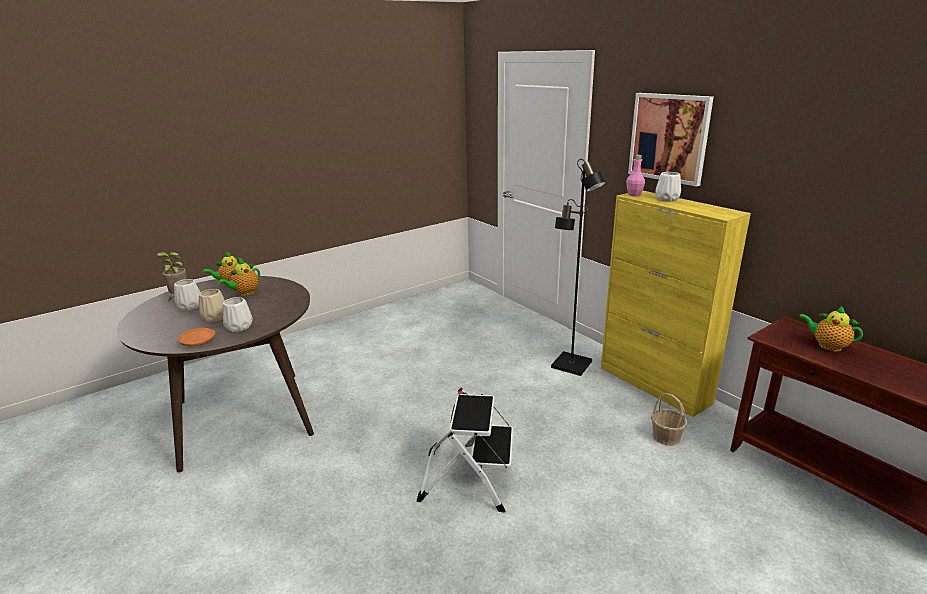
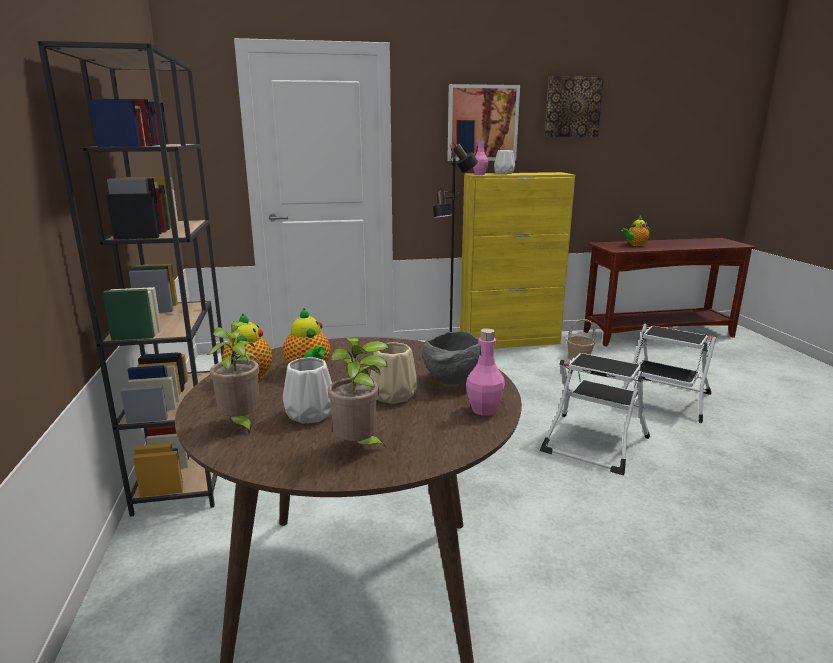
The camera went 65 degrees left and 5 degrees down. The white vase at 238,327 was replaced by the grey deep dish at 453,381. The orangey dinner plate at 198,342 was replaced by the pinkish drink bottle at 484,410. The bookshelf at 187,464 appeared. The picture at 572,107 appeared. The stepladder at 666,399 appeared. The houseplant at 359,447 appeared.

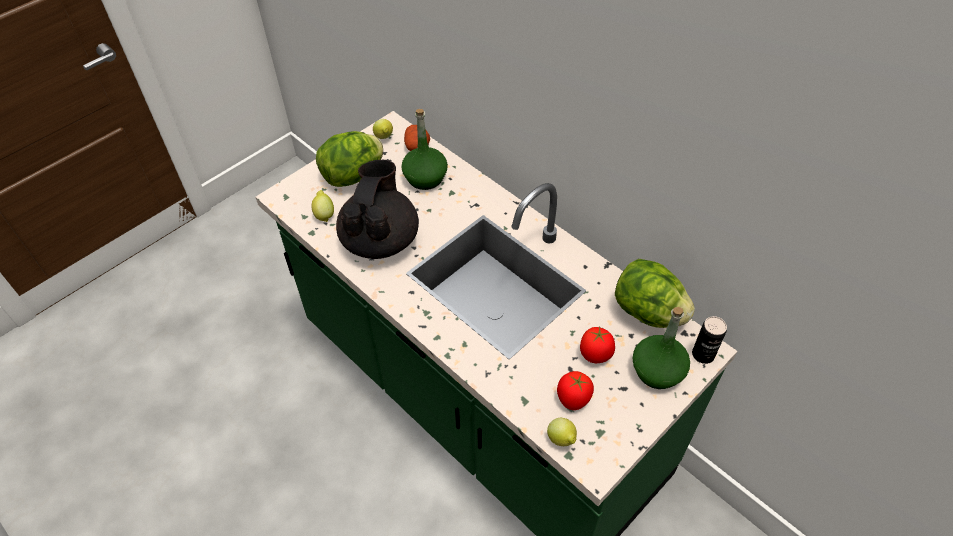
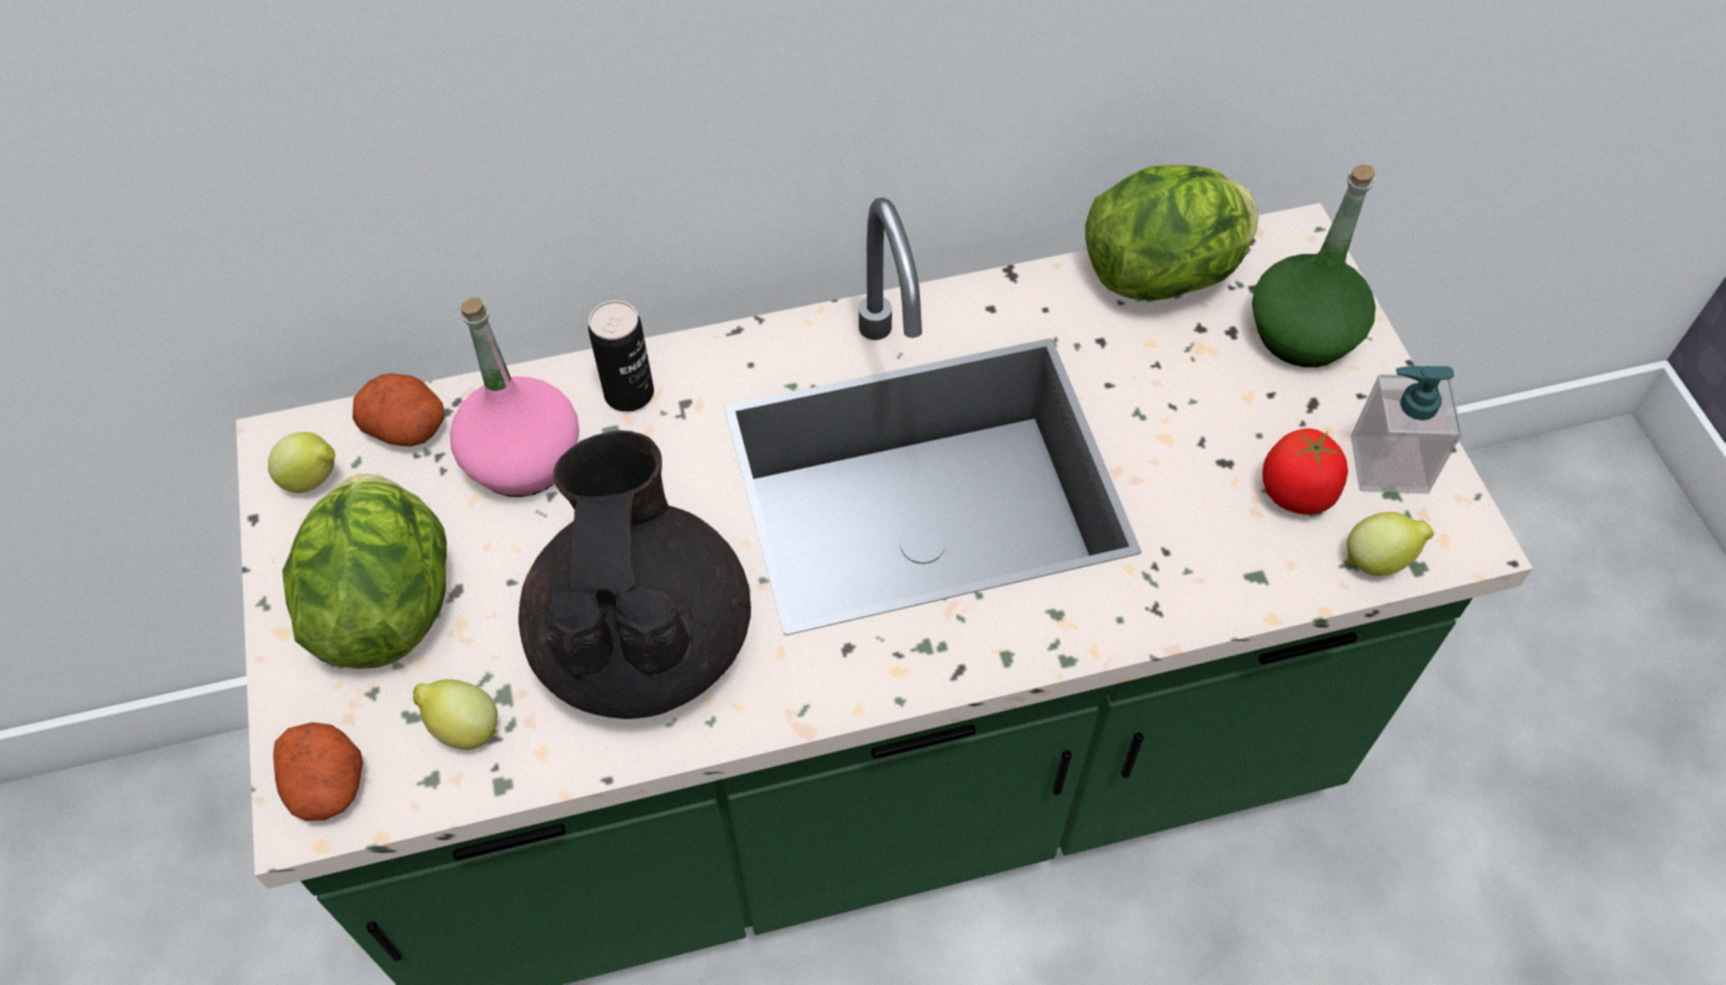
The camera went 60 degrees left and 5 degrees up. The green-coloured drink bottle at 425,178 became the pinkish drink bottle at 522,459. The black-coloured teapot at 380,239 turned 45 degrees clockwise. The can moved from 703,354 to 629,393. The tomato at 595,354 disappeared. The liquid soap bottle at 1388,464 appeared. The potato at 328,784 appeared.

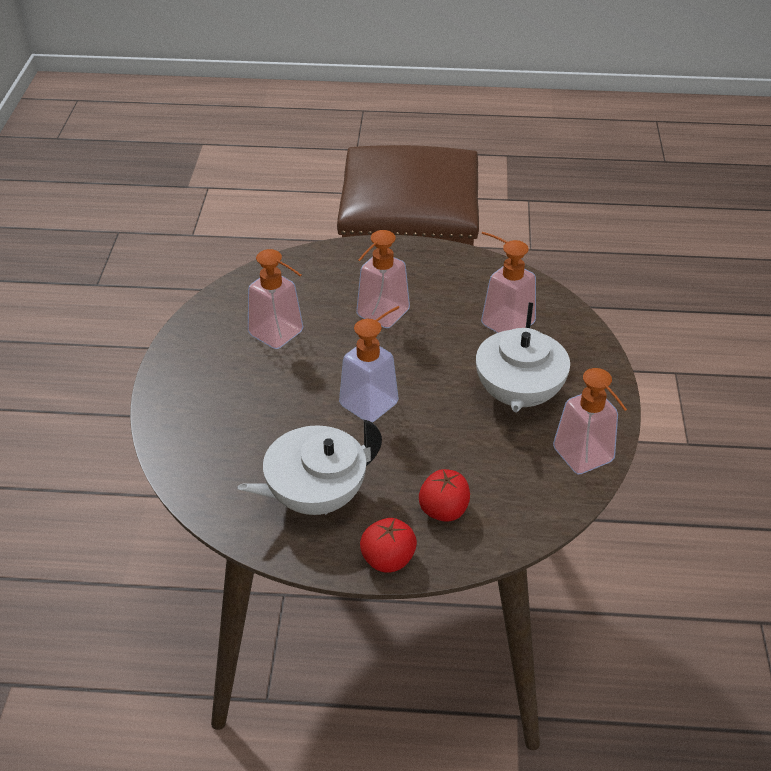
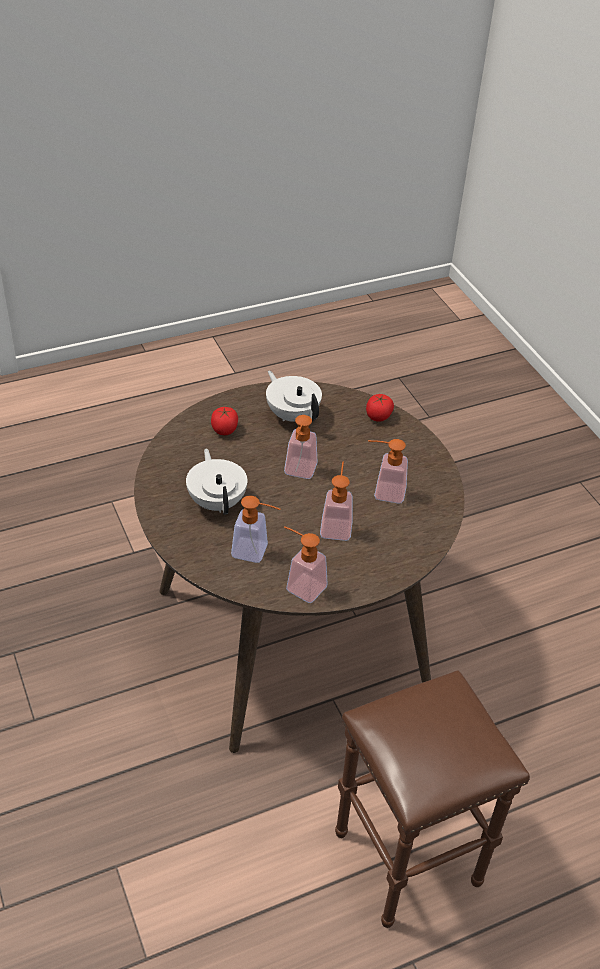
The camera went 150 degrees right and 0 degrees up. The liquid soap bottle moved from 589,461 to 300,585. The white teapot at 314,497 turned 75 degrees counterclockwise. The tomato moved from 388,558 to 378,416.

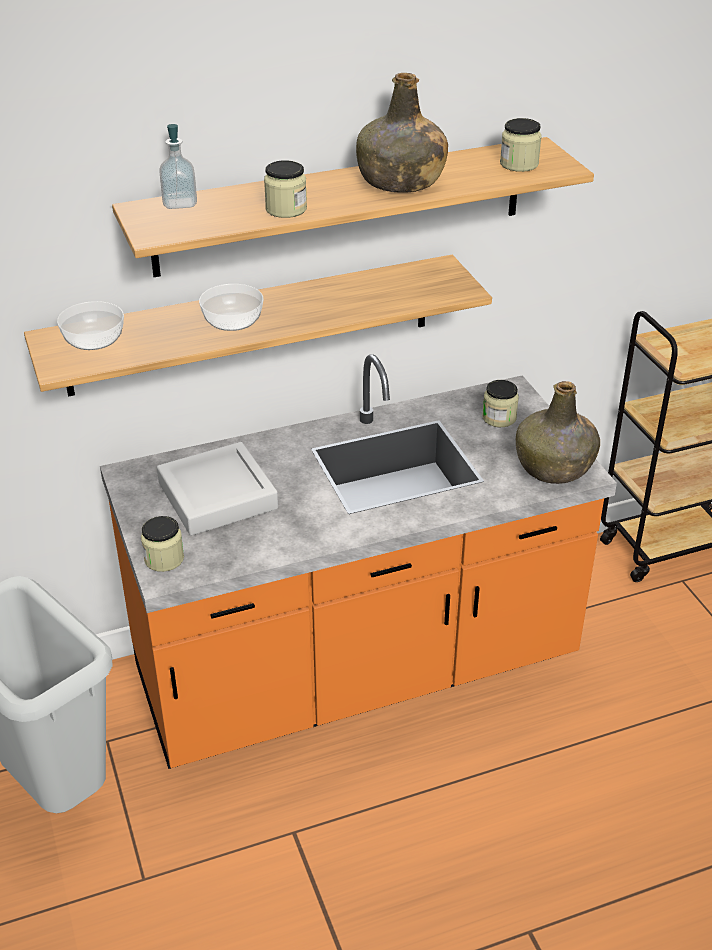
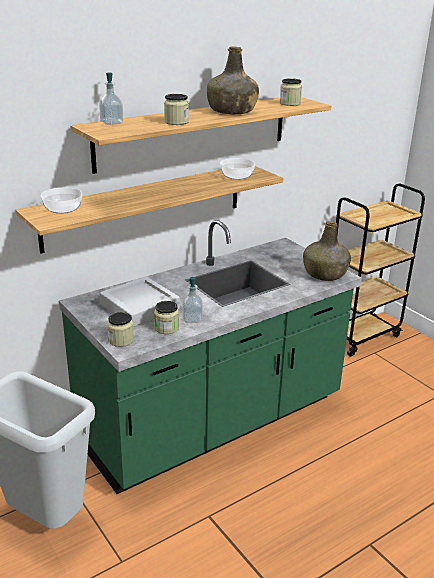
The camera went 15 degrees left and 10 degrees down. The deep dish moved from 232,320 to 236,176. The orangey kitchen counter at 356,670 became the green-coloured kitchen counter at 213,422. The storage jar moved from 499,418 to 166,328. The liquid soap bottle at 192,319 appeared.

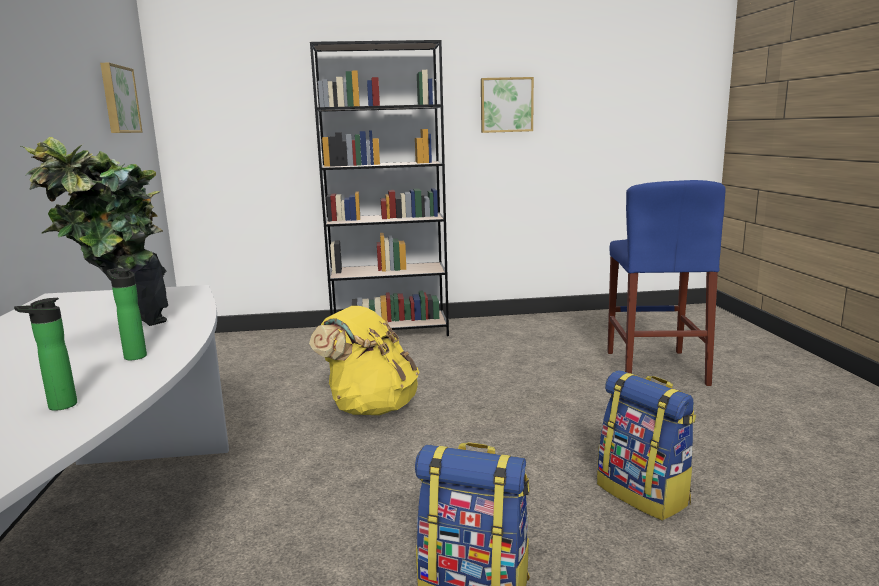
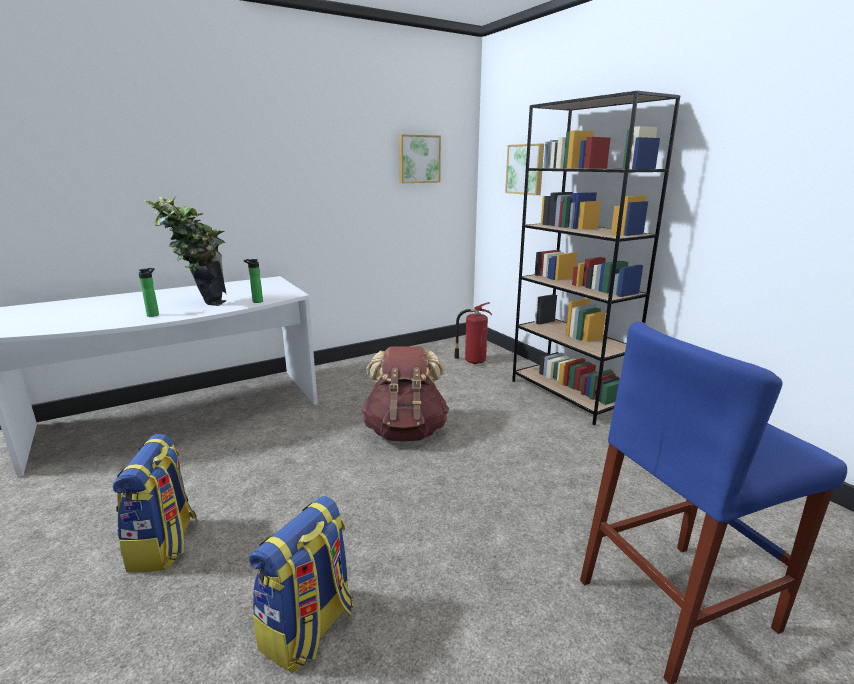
The camera went 65 degrees right and 5 degrees up. The picture moved from 506,105 to 526,169. The drink bottle moved from 58,407 to 256,301. The yellowish rucksack at 370,407 became the brown rucksack at 405,431. The fire extinguisher at 473,361 appeared.

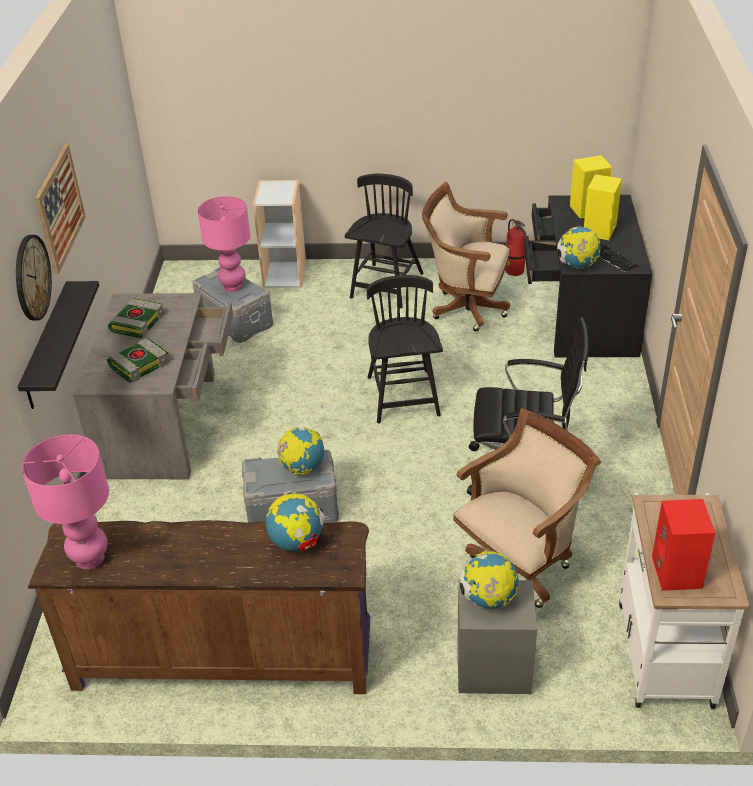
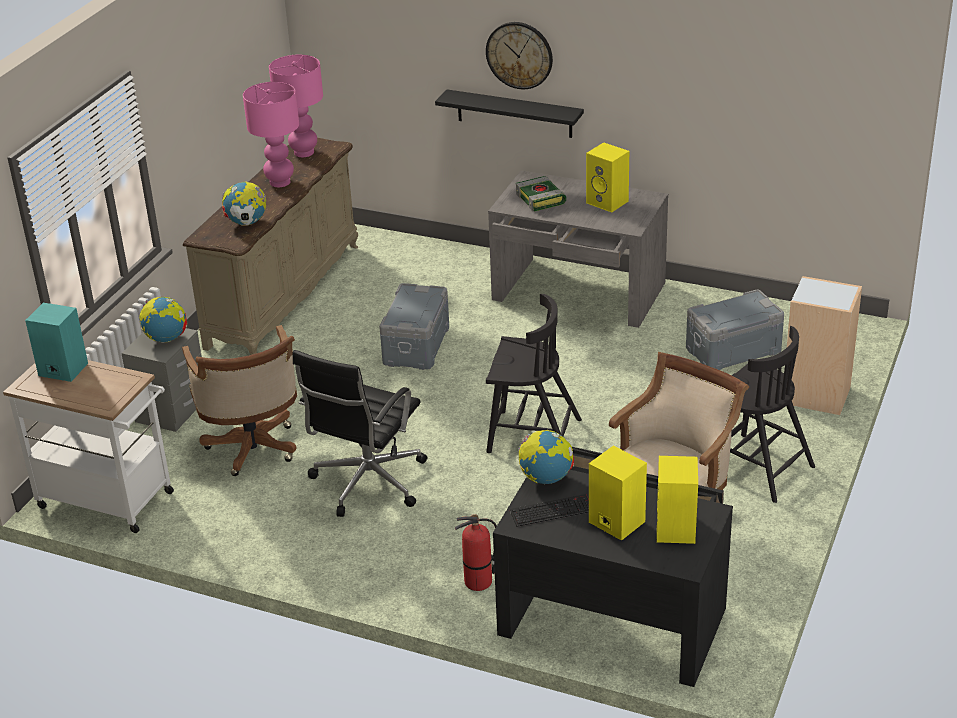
The camera went 110 degrees right and 5 degrees down. The picture at 60,208 disappeared. The pinkish tabletop lamp moved from 233,286 to 279,182. The fire extinguisher moved from 515,271 to 478,582. The volume at 137,323 was replaced by the yellowish audio speaker at 608,202. The desk globe at 302,468 disappeared. The reddish audio speaker at 678,573 became the turquoise-coloured audio speaker at 61,370. The purple storage cabinet at 223,658 became the beige-coloured storage cabinet at 286,296.

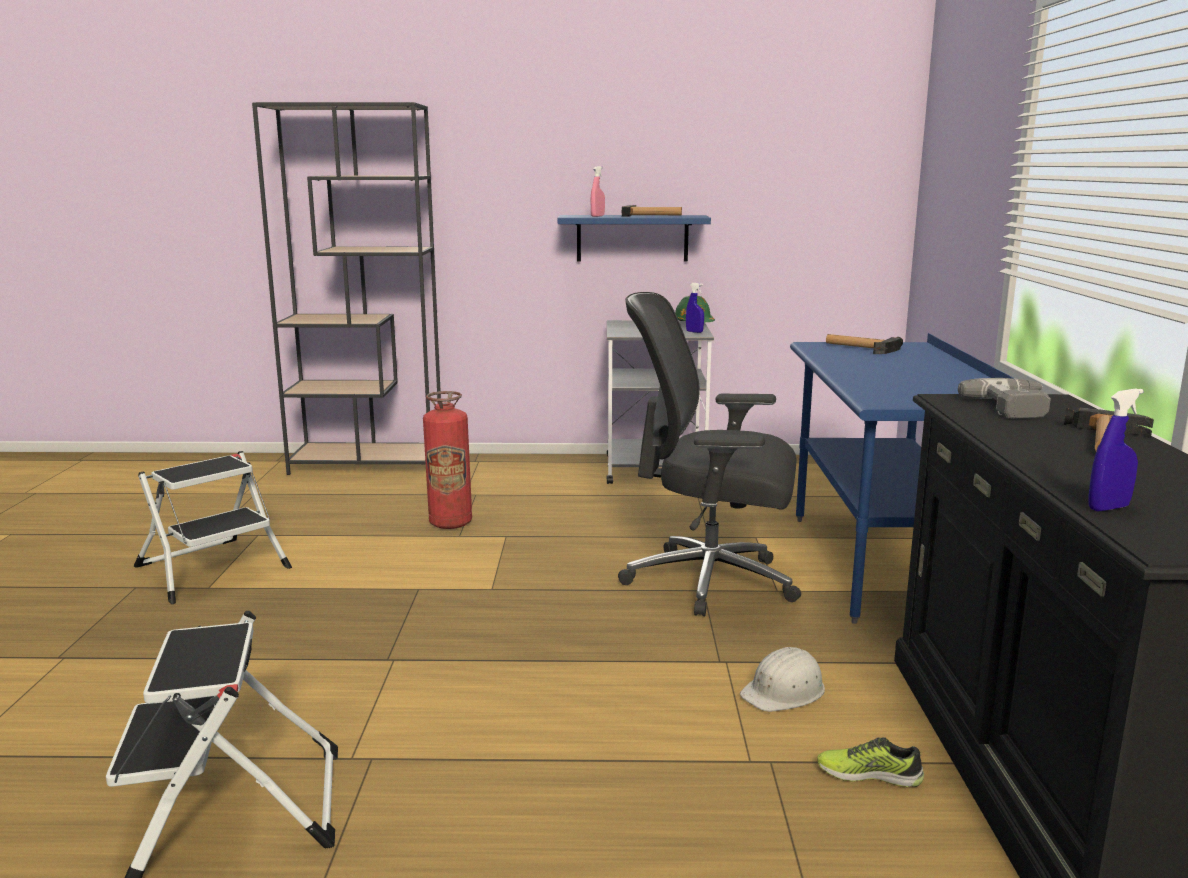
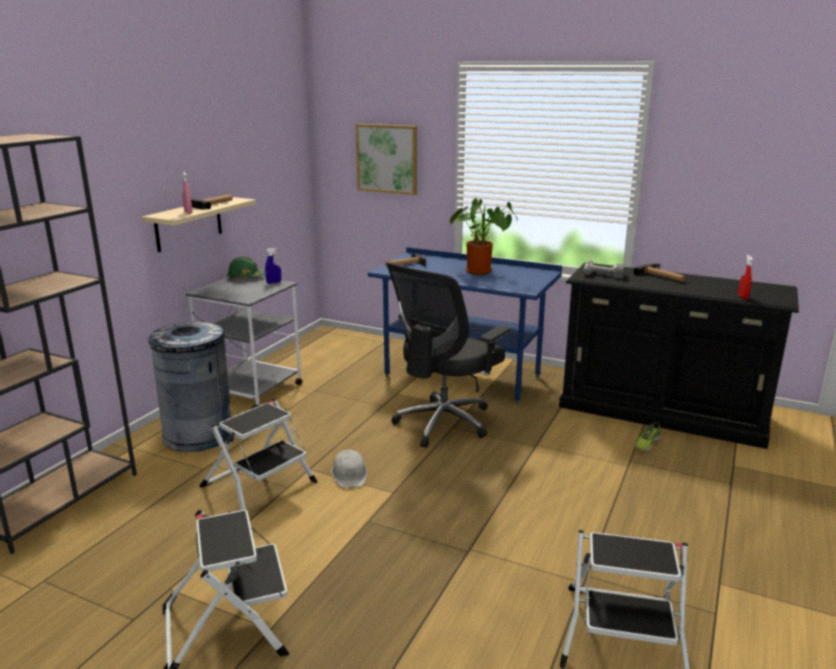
The camera went 65 degrees left and 5 degrees up. The bluish wall shelf at 632,238 became the beige-coloured wall shelf at 188,224. The bluish sprayer at 1108,508 became the reddish sprayer at 742,297. The fire extinguisher at 450,523 was replaced by the stepladder at 258,486. The white safety helmet moved from 784,691 to 349,474. The picture at 387,158 appeared. The houseplant at 482,272 appeared. The grey rubbish bin at 198,435 appeared.

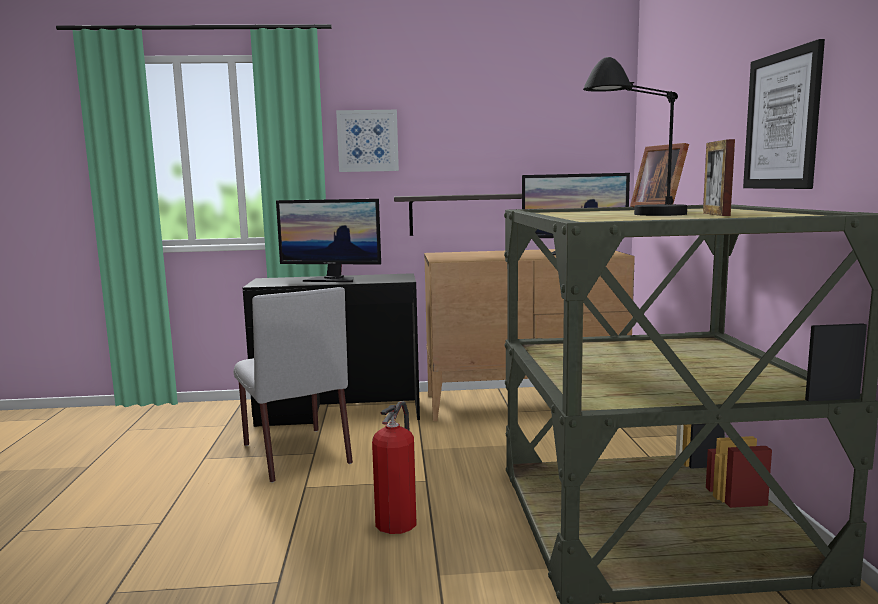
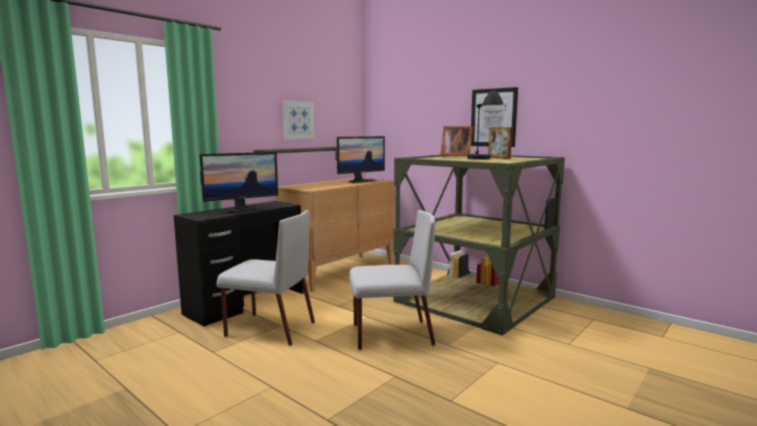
The camera went 45 degrees left and 0 degrees up. The picture moved from 367,141 to 298,120. The fire extinguisher at 396,520 was replaced by the grey plain chair at 391,335.

